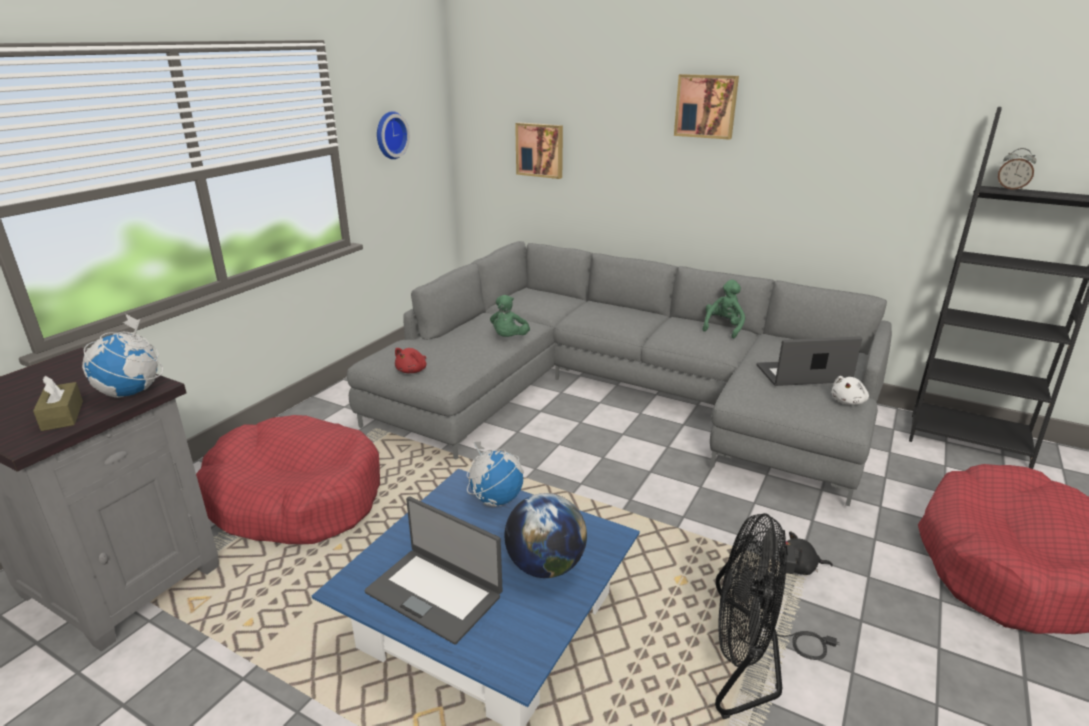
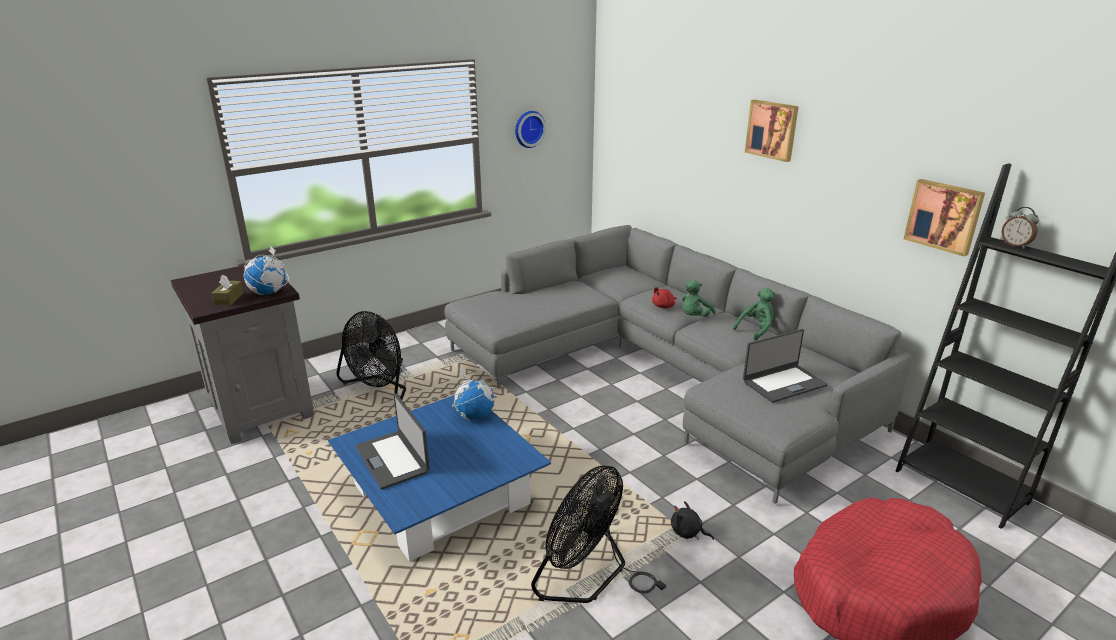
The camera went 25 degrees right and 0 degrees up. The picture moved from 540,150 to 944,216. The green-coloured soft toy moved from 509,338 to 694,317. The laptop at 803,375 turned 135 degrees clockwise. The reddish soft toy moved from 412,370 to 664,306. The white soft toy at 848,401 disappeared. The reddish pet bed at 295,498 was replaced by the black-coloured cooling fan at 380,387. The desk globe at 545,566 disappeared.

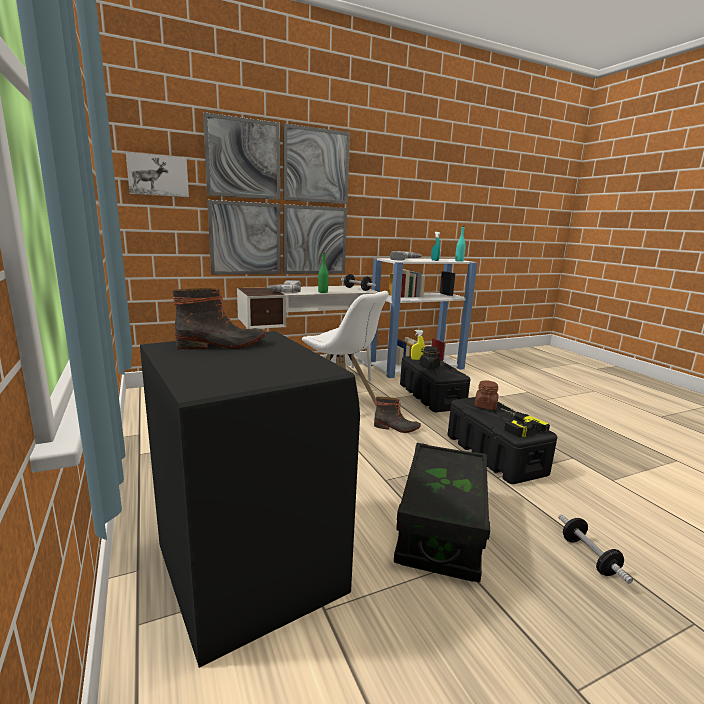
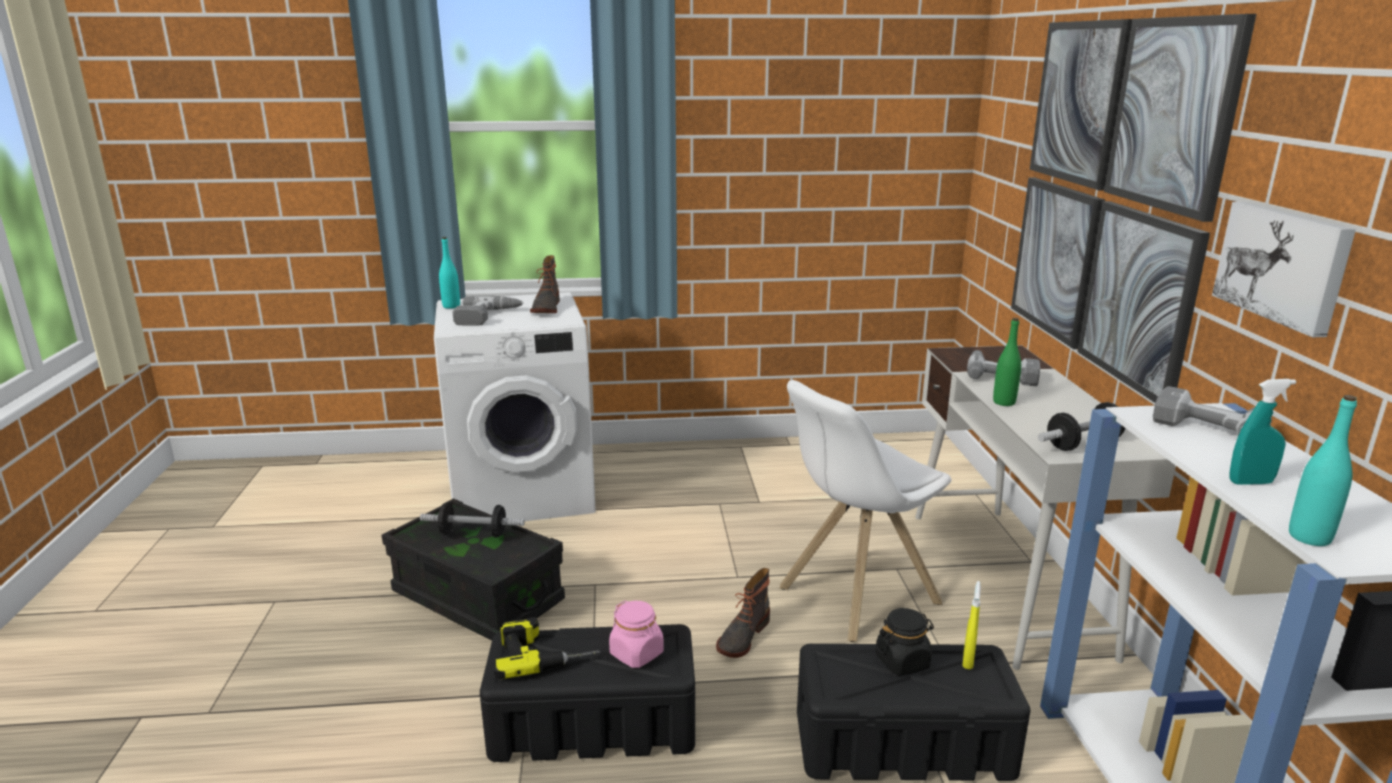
The camera went 110 degrees right and 5 degrees up. The picture moved from 158,175 to 1283,265. The black-coloured washing machine at 253,565 became the white washing machine at 523,493. The brown storage jar at 485,406 became the pinkish storage jar at 637,654. The free weight moved from 589,557 to 473,533. The turquoise-coloured drink bottle at 451,306 appeared. The drill at 488,317 appeared.

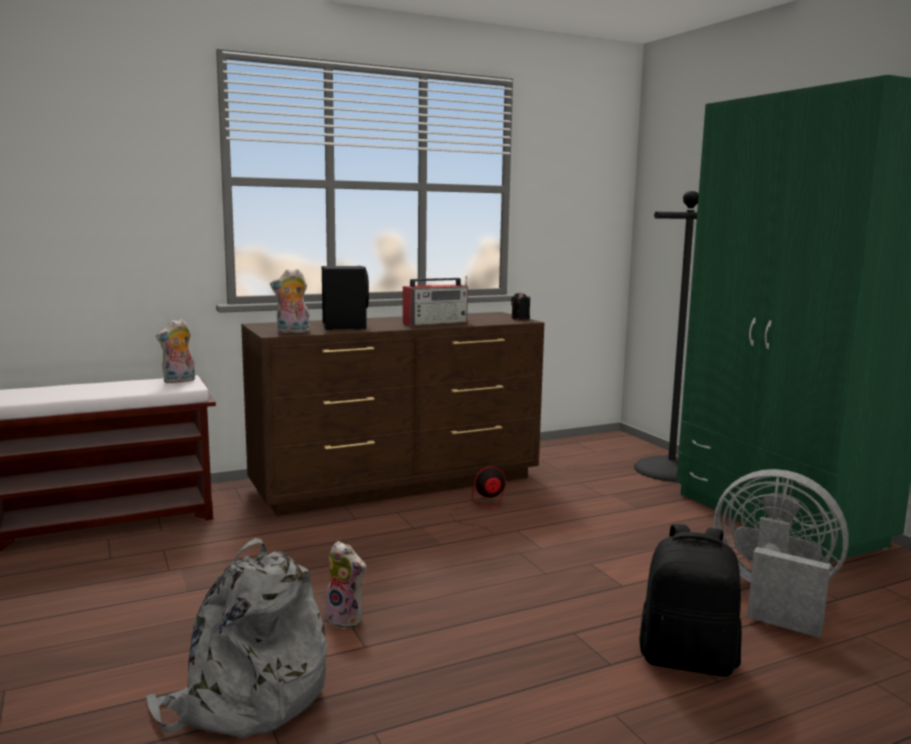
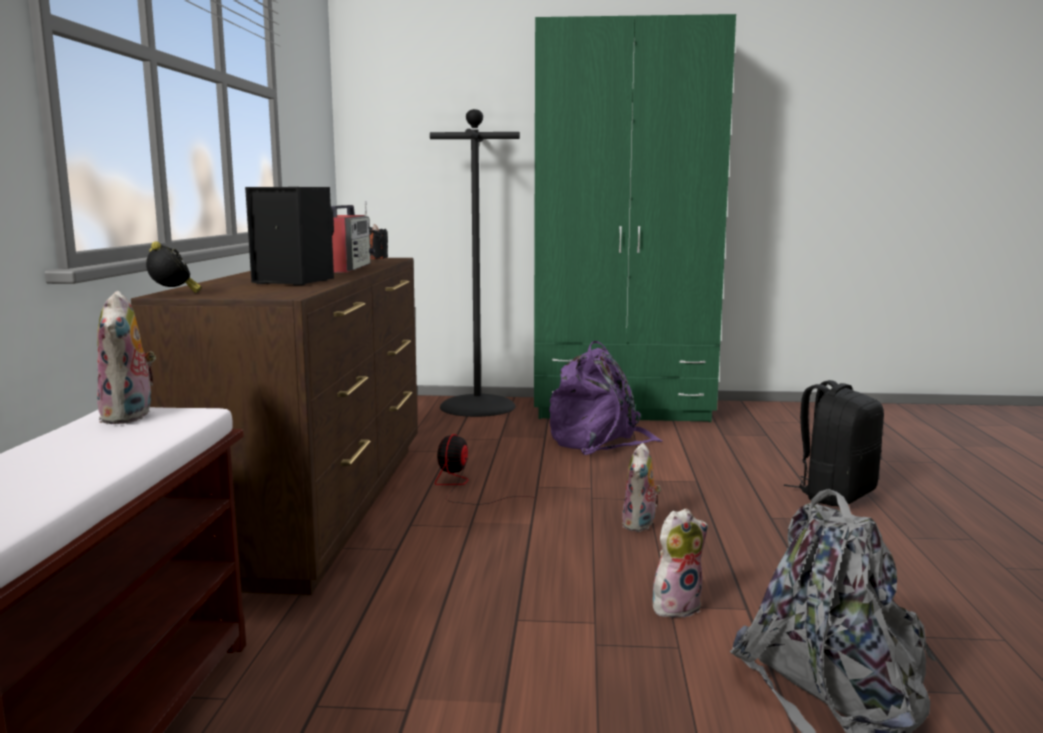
The camera went 60 degrees left and 0 degrees up. The soft toy moved from 292,332 to 640,525. The grey cooling fan at 773,597 disappeared. The table clock at 173,294 appeared. The purple rucksack at 600,441 appeared.

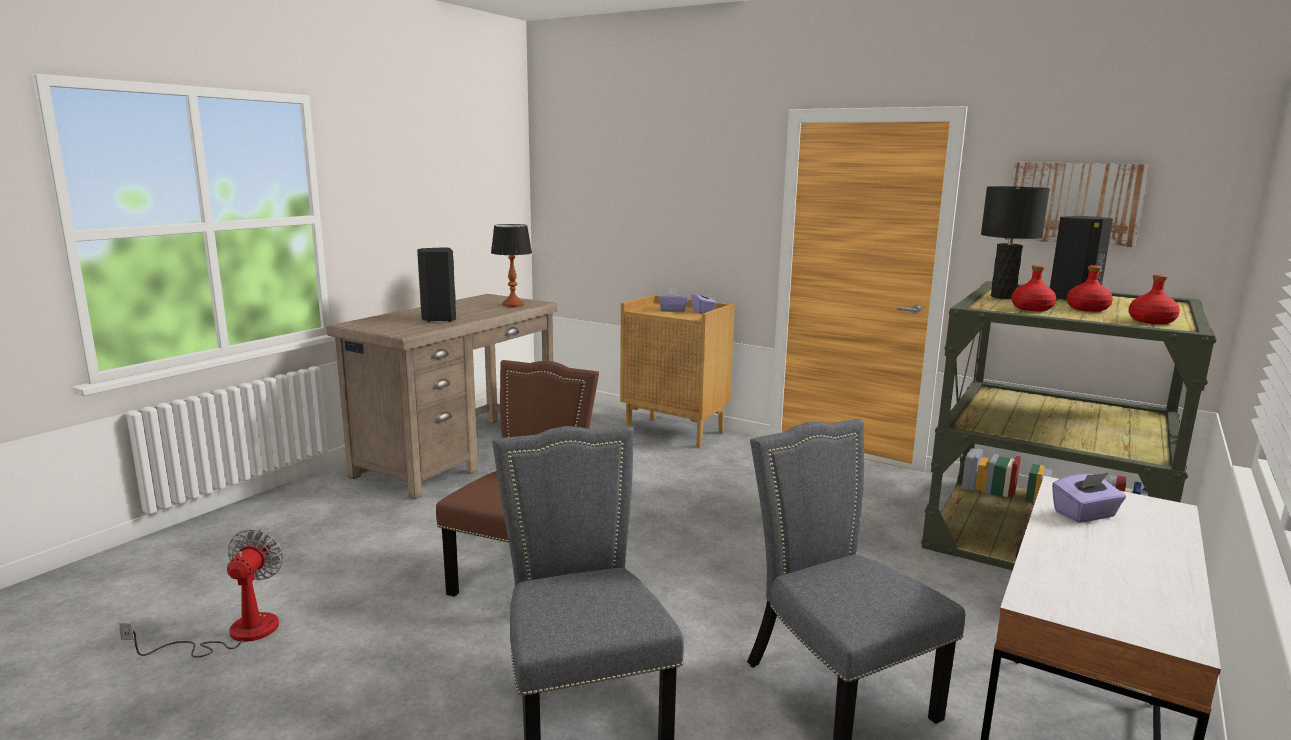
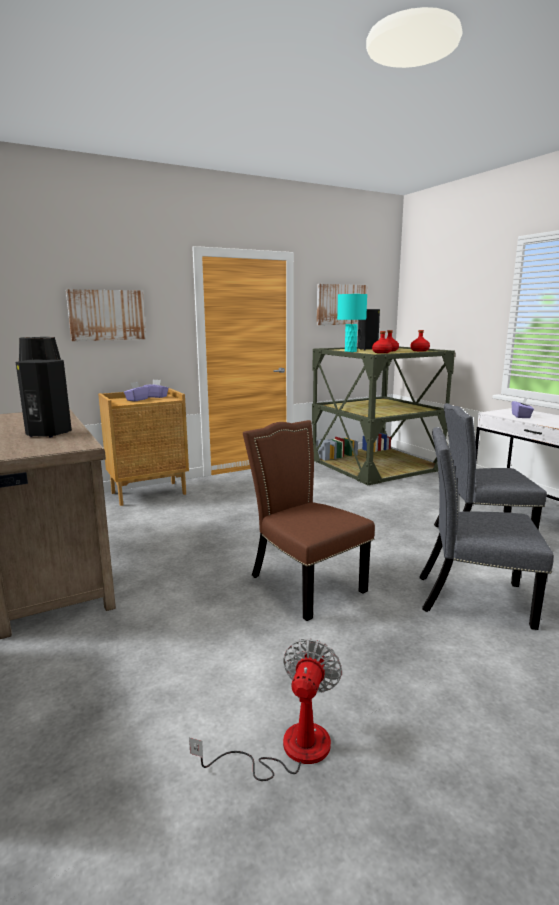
The camera went 60 degrees left and 0 degrees up. The black-coloured tabletop lamp at 1002,297 became the turquoise-coloured tabletop lamp at 350,351. The cooling fan at 235,634 turned 75 degrees clockwise. The picture at 107,315 appeared.

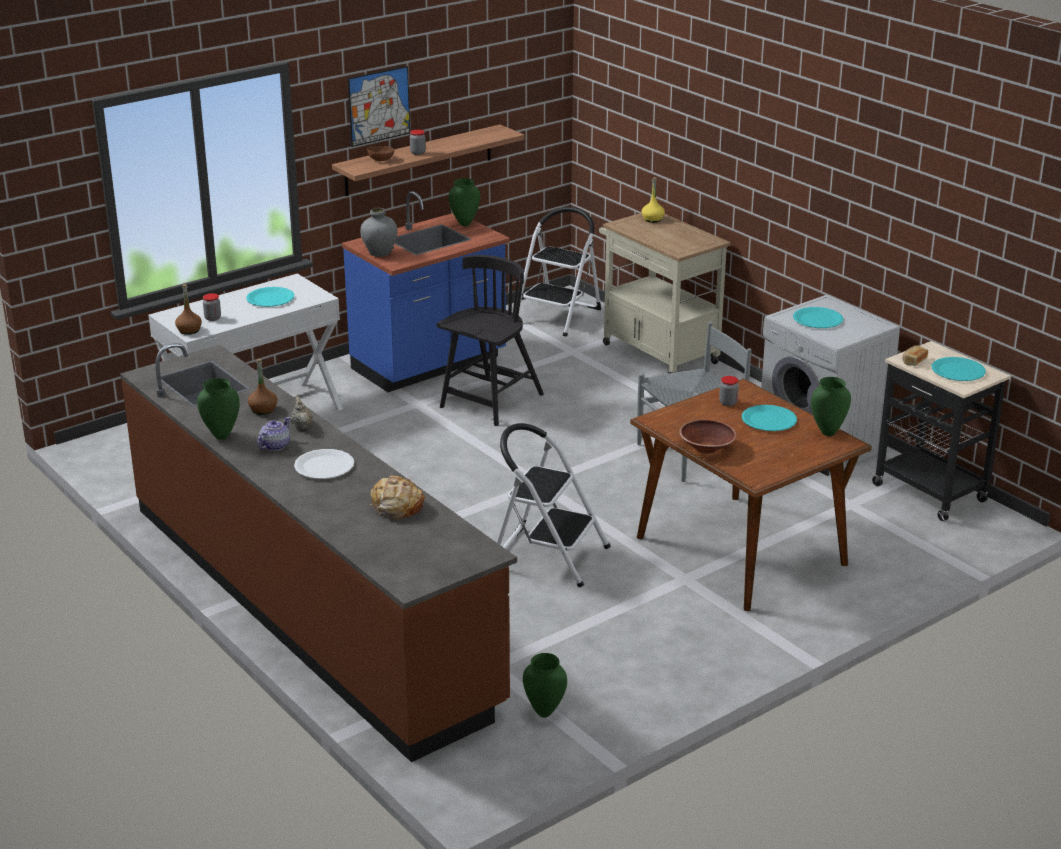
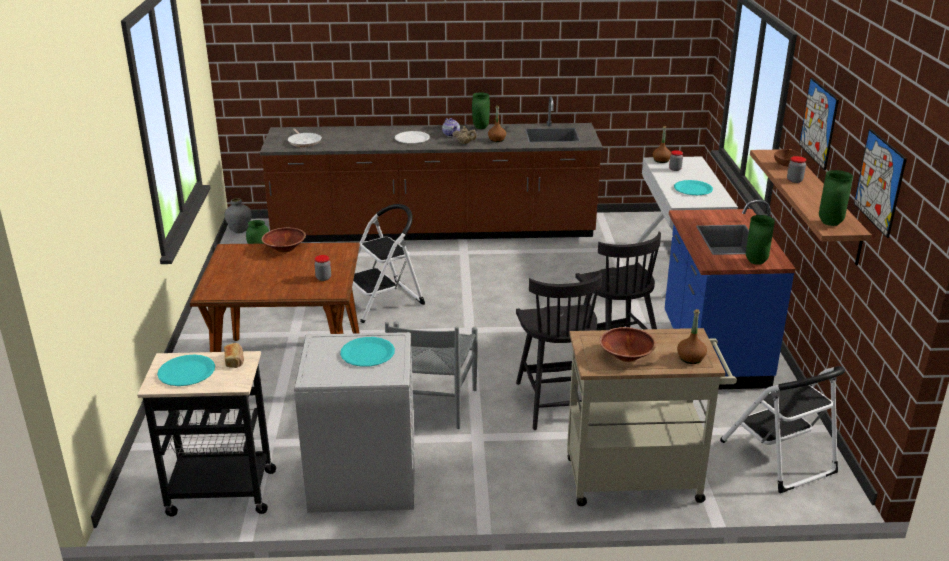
The camera went 125 degrees right and 0 degrees up. The yellowish drink bottle at 652,219 became the brown drink bottle at 690,358. The grey vase moved from 379,253 to 240,230. The green-coloured vase moved from 827,433 to 829,223. The turquoise-coloured dinner plate at 768,420 disappeared. The bakery bread at 396,506 disappeared. The skillet at 304,142 appeared. The picture at 879,182 appeared. The black-coloured plain chair at 557,400 appeared. The brown deep dish at 626,356 appeared.

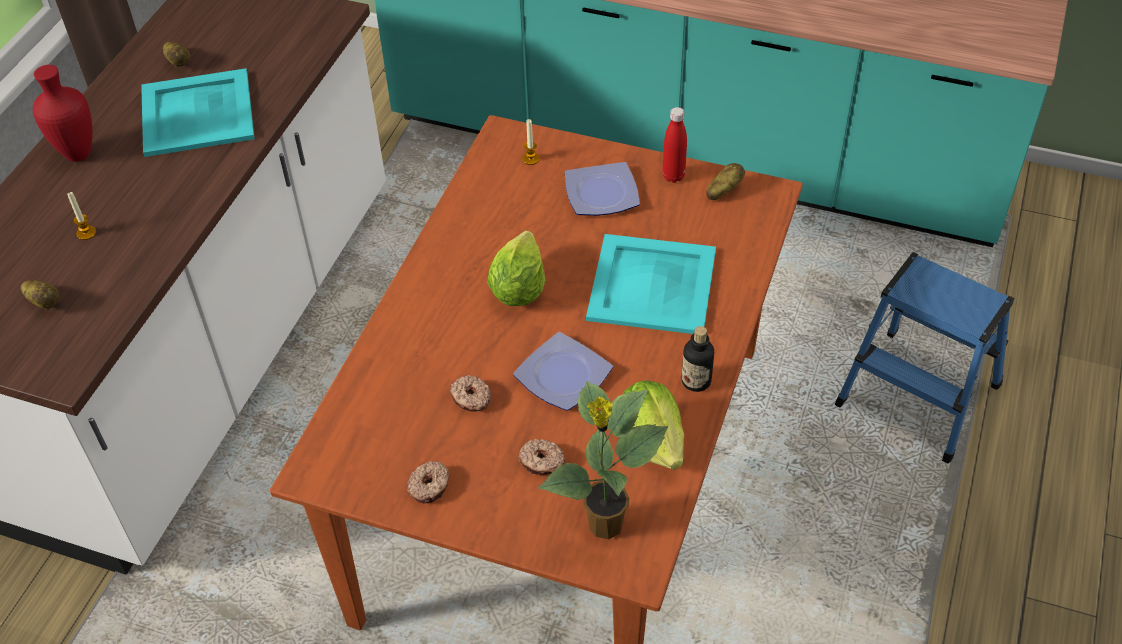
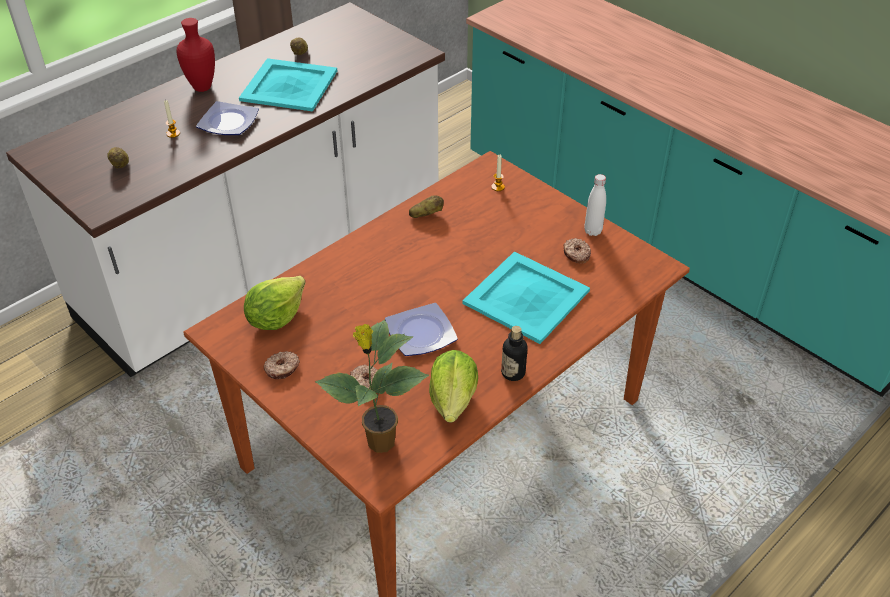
The camera went 25 degrees right and 5 degrees down. The reddish drink bottle at 673,176 became the white drink bottle at 593,231. The dinner plate moved from 600,193 to 228,122. The potato moved from 723,191 to 426,215. The lettuce head moved from 518,289 to 276,317. The bluish stepladder at 919,394 disappeared. The donut moved from 471,398 to 576,254.

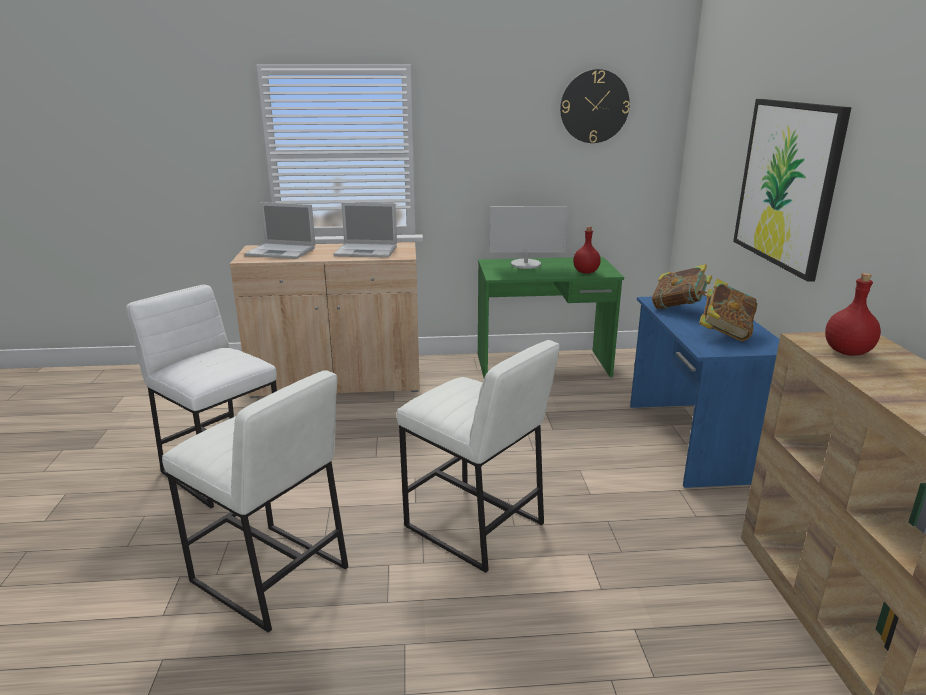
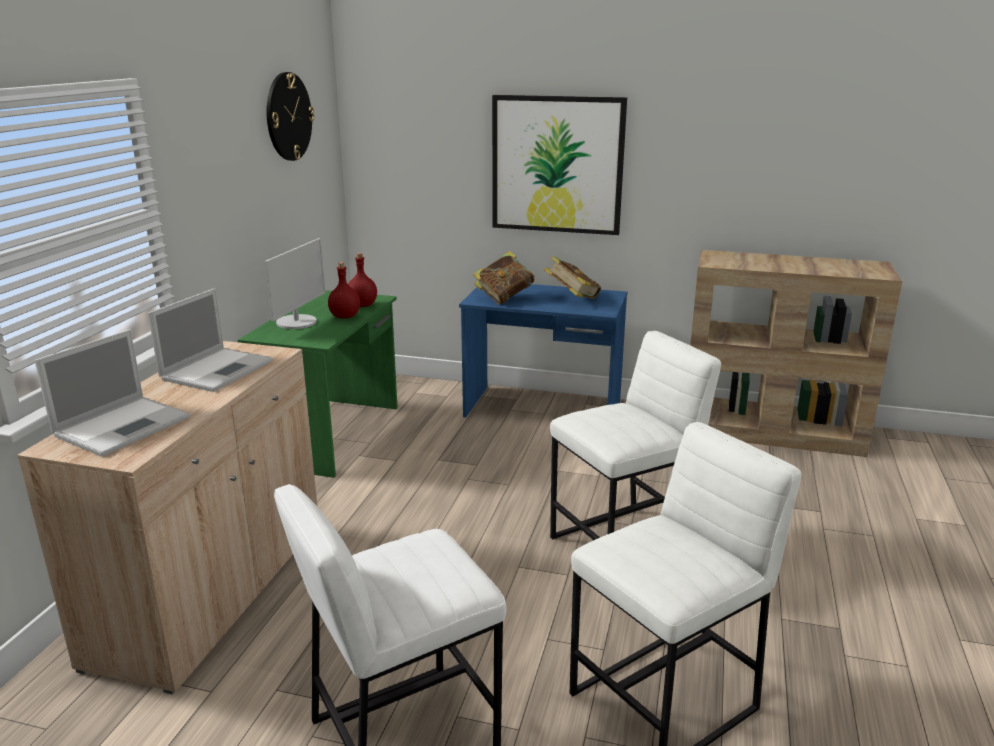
The camera went 70 degrees left and 0 degrees up. The reddish drink bottle moved from 848,352 to 345,316.

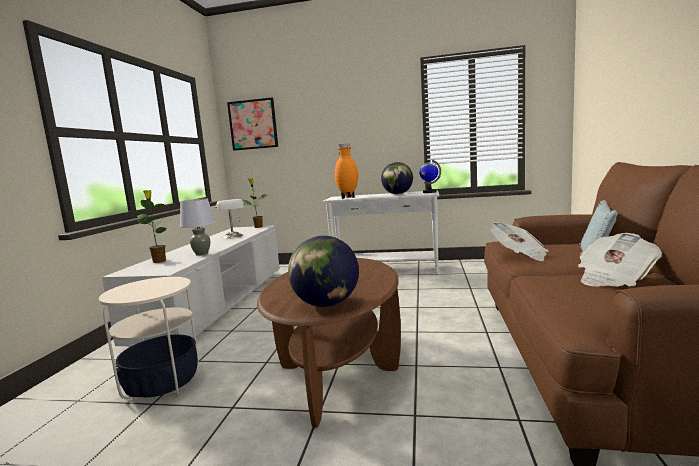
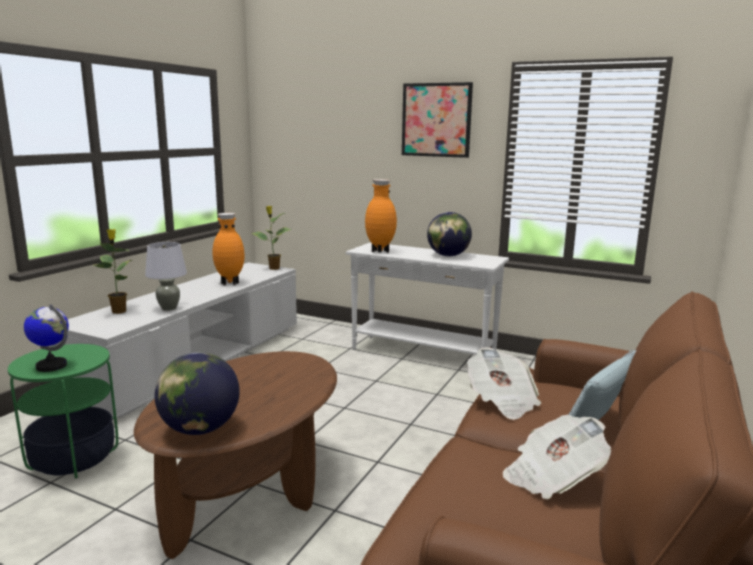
The camera went 15 degrees right and 5 degrees up. The picture moved from 253,124 to 436,120. The desk globe moved from 429,192 to 51,366. The white tabletop lamp at 234,237 was replaced by the orangey vase at 230,283. The beige-coloured end table at 163,384 became the green-coloured end table at 74,461.

